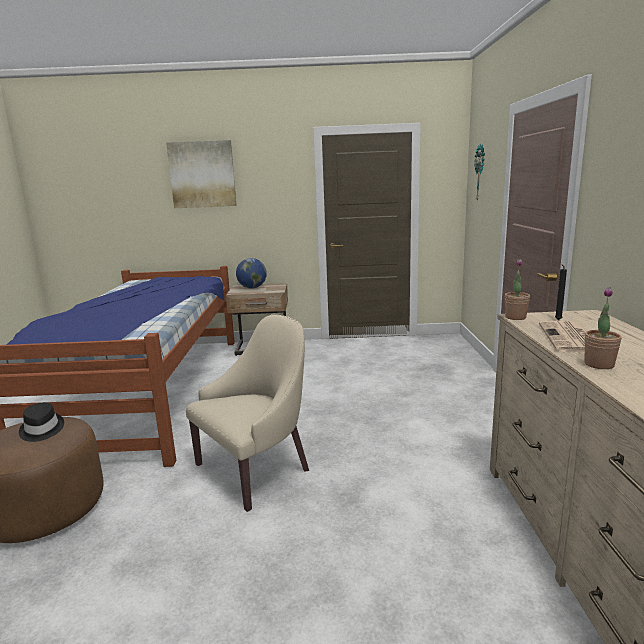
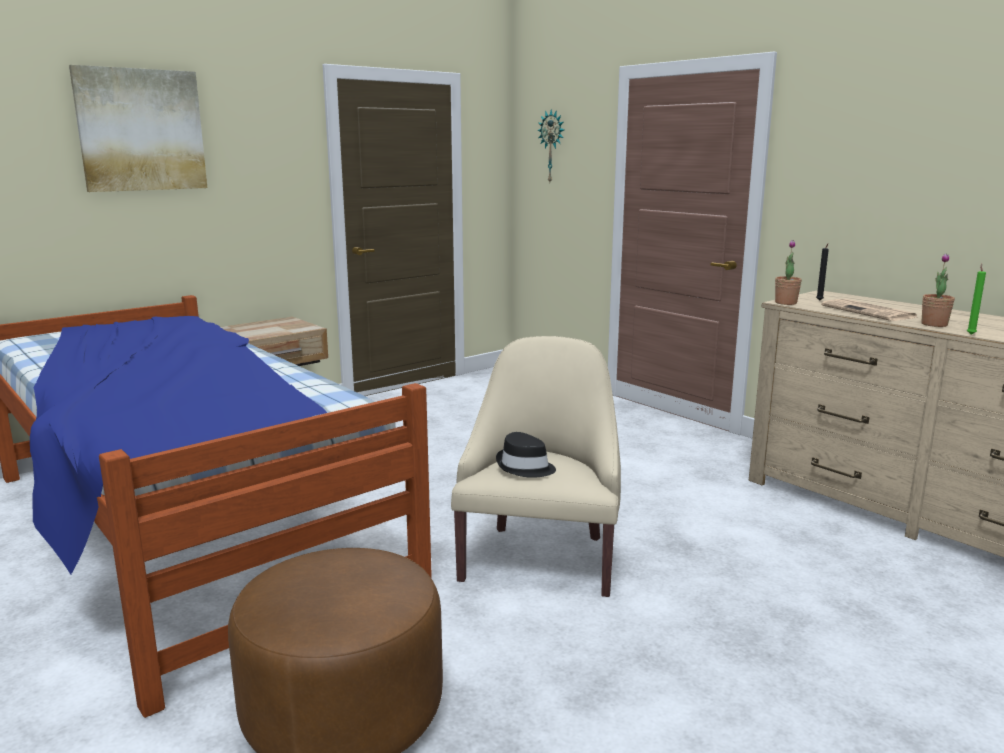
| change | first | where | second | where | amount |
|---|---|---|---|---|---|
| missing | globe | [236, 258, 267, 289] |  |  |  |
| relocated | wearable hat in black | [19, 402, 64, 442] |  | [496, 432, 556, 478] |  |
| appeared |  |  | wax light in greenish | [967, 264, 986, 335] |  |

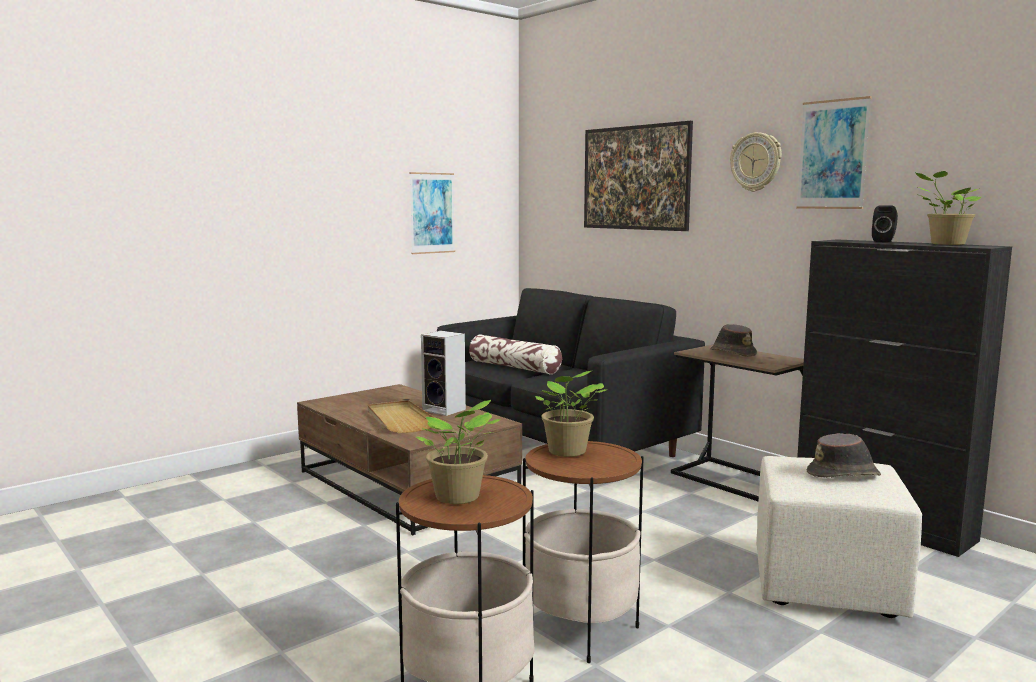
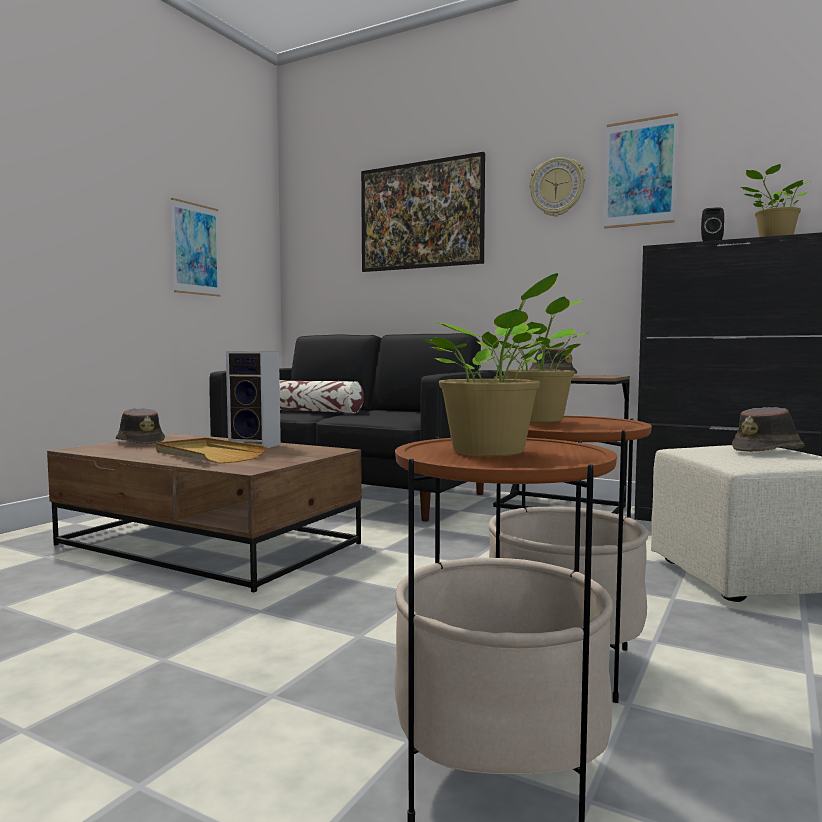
| change | first | where | second | where | amount |
|---|---|---|---|---|---|
| appeared |  |  | wearable hat in brownish | [116, 408, 165, 445] |  |

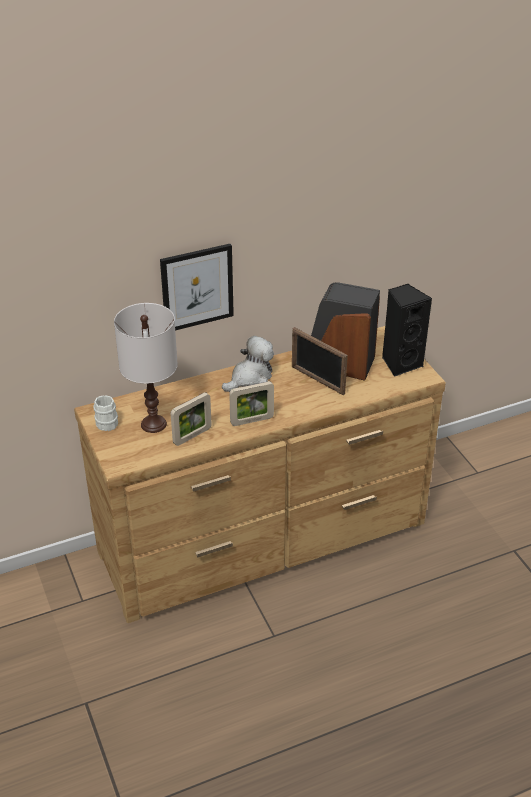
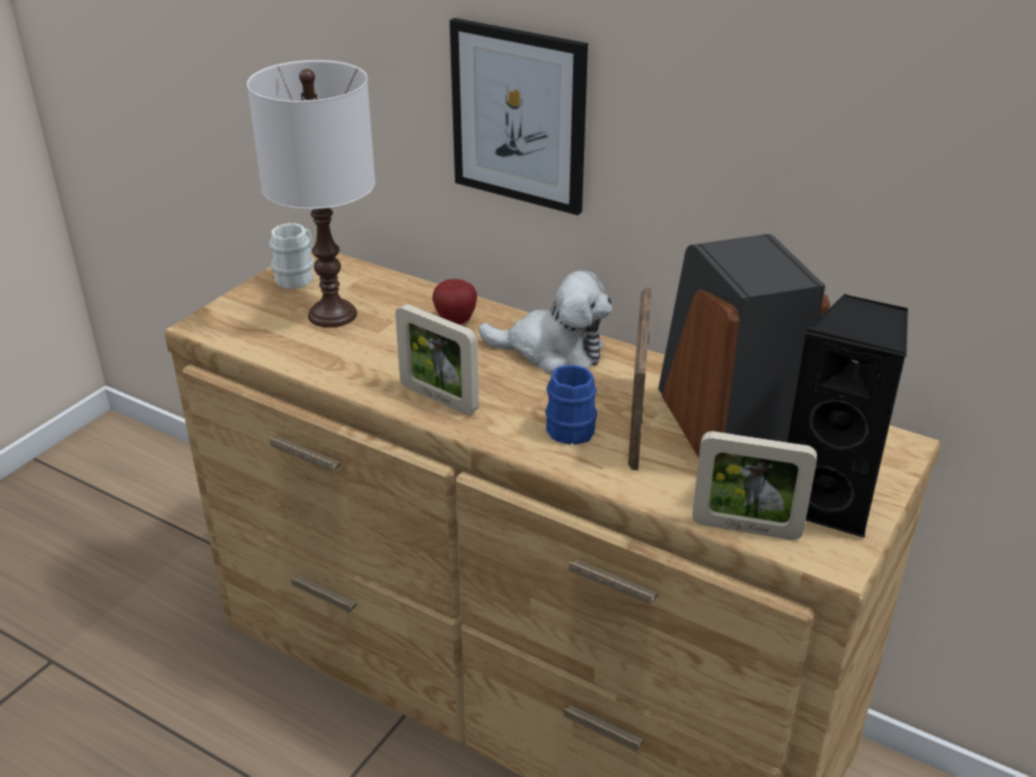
| change | first | where | second | where | amount |
|---|---|---|---|---|---|
| relocated | standing frame | [171, 392, 212, 446] |  | [692, 431, 817, 540] |  |
| appeared |  |  | whole apple | [432, 279, 477, 325] |  |
| appeared |  |  | mug in bluish | [546, 365, 597, 445] |  |

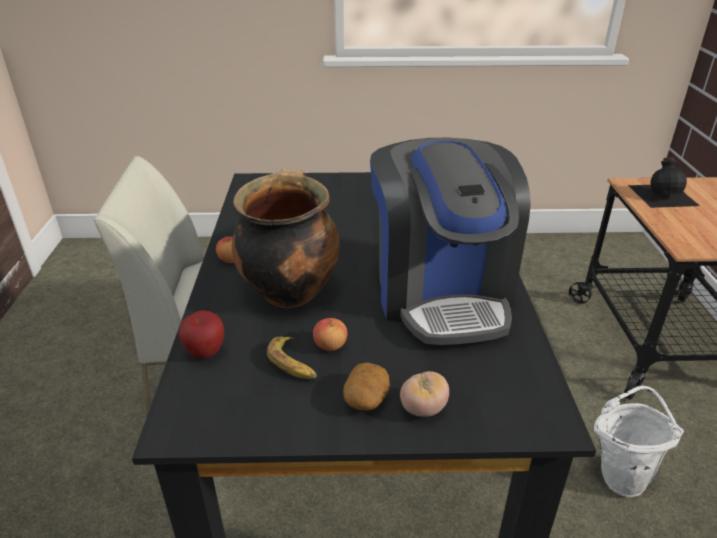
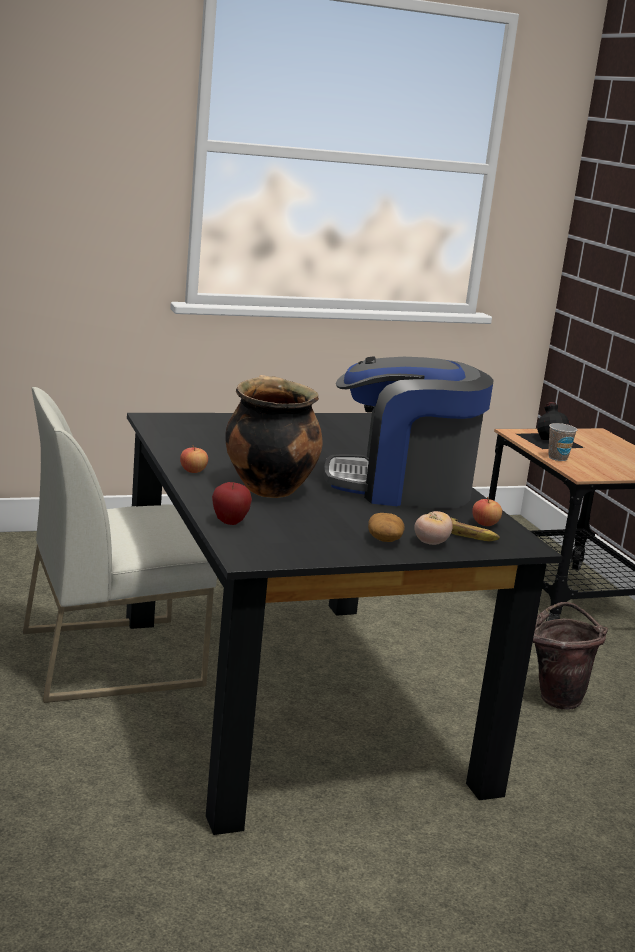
| change | first | where | second | where | amount |
|---|---|---|---|---|---|
| spun | coffee machine | [370, 138, 531, 345] |  | [324, 356, 493, 509] | 120 degrees clockwise |
| relocated | whole apple | [313, 318, 348, 351] |  | [472, 497, 502, 526] |  |
| relocated | banana fruit | [267, 337, 317, 379] |  | [450, 517, 500, 541] |  |
| colour | water bucket in white | [594, 386, 684, 497] | water bucket in brownish | [533, 602, 608, 710] |  |
| appeared |  |  | small cup | [548, 423, 577, 461] |  |

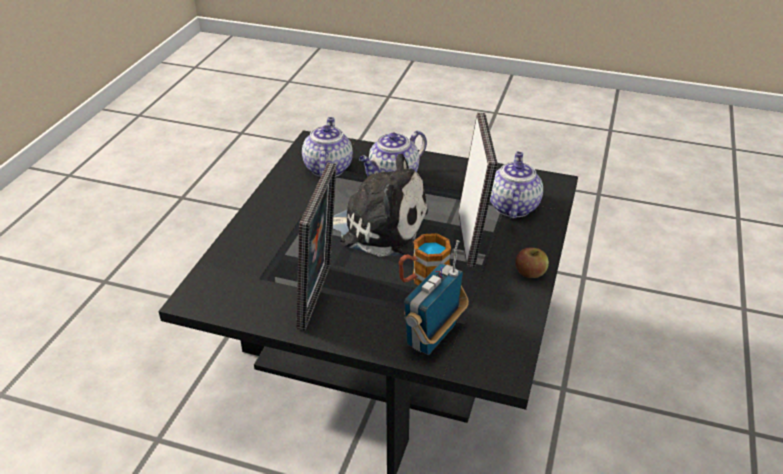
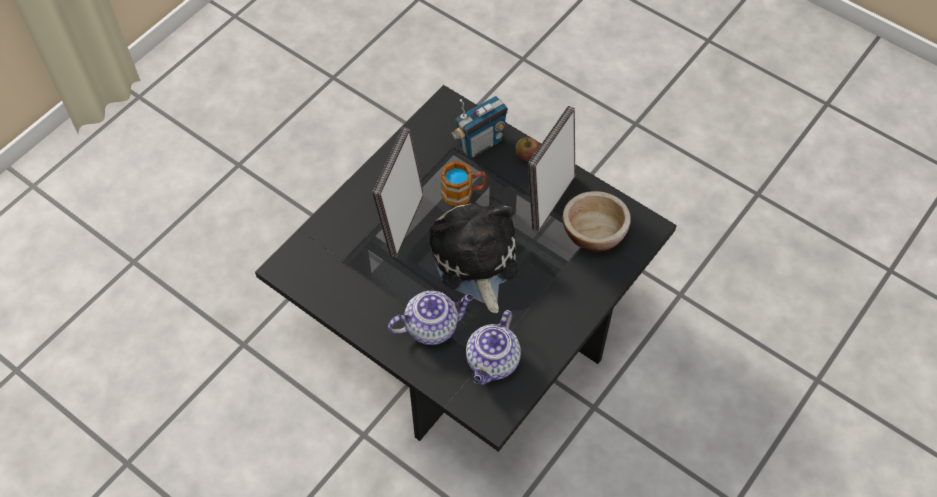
| change | first | where | second | where | amount |
|---|---|---|---|---|---|
| missing | pot for tea | [490, 152, 543, 219] |  |  |  |
| spun | plush toy | [333, 154, 428, 257] |  | [429, 203, 518, 313] | 45 degrees clockwise |
| relocated | whole apple | [515, 247, 549, 278] |  | [515, 137, 540, 162] |  |
| appeared |  |  | bowl | [563, 191, 631, 252] |  |

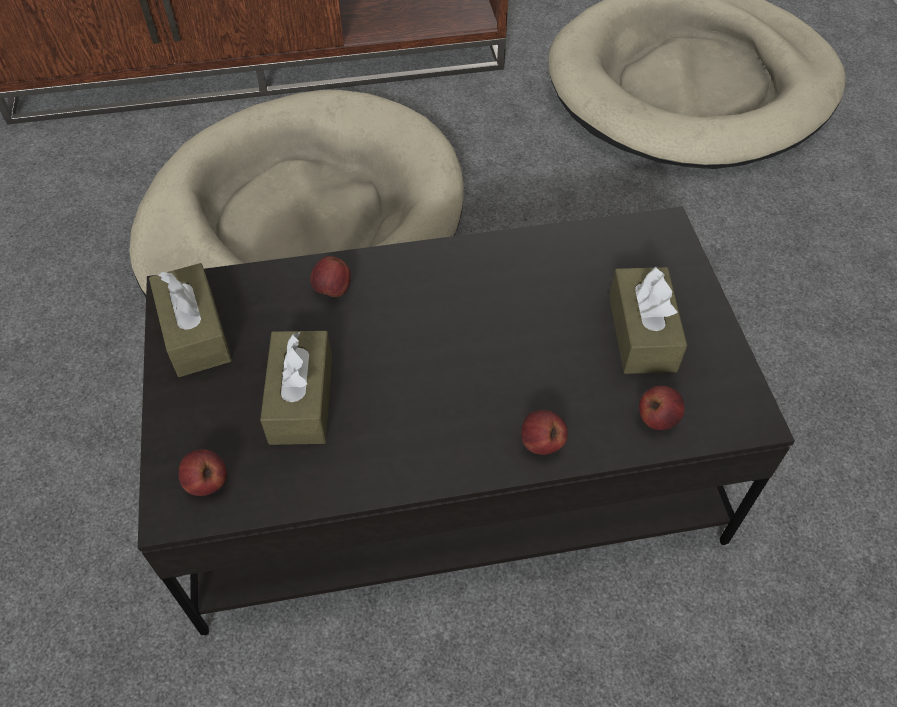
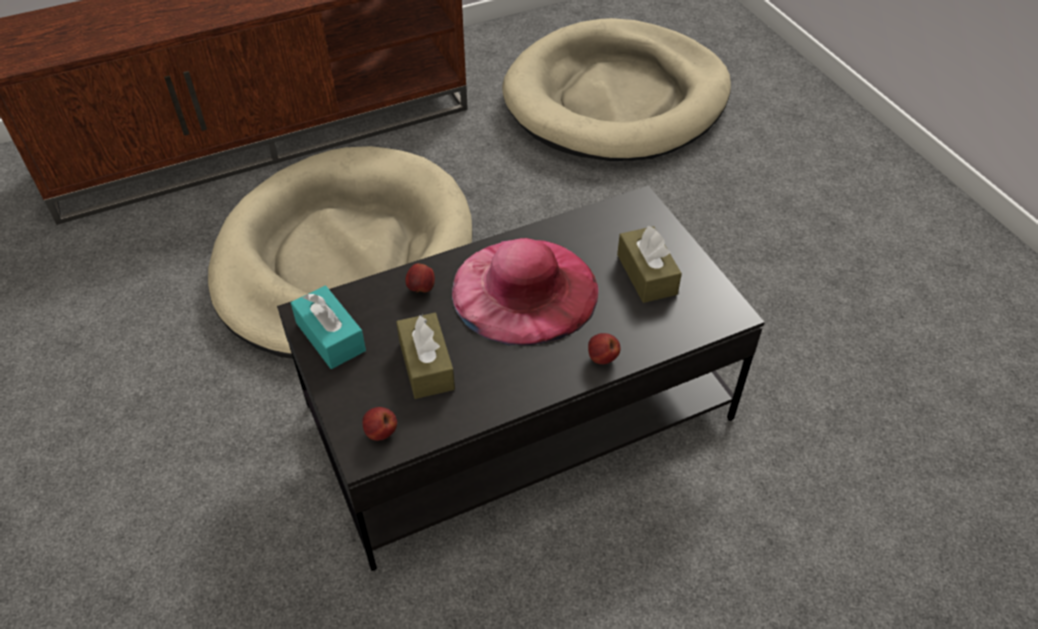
| change | first | where | second | where | amount |
|---|---|---|---|---|---|
| colour | box of tissues in brownish | [149, 263, 232, 377] | box of tissues in turquoise | [291, 286, 366, 369] |  |
| missing | whole apple | [639, 386, 685, 430] |  |  |  |
| appeared |  |  | wearable hat in pinkish | [452, 238, 599, 345] |  |

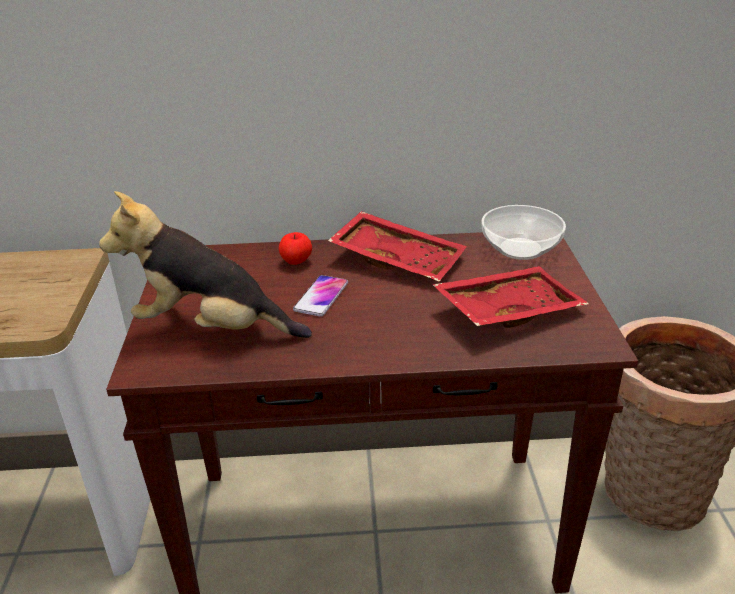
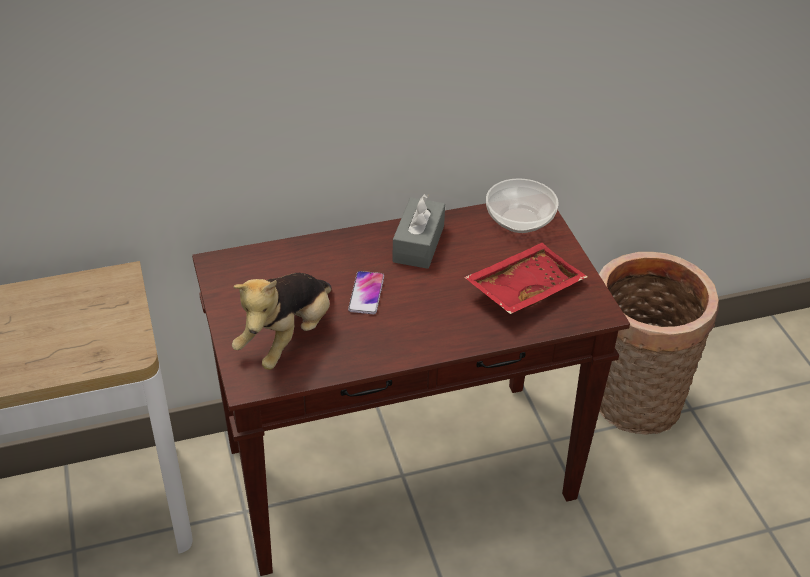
| change | first | where | second | where | amount |
|---|---|---|---|---|---|
| spun | plush toy | [99, 191, 312, 338] |  | [232, 273, 332, 370] | 60 degrees counterclockwise |
| exchanged | tray in red | [328, 211, 467, 282] | box of tissues in gray | [392, 194, 445, 269] |  |
| missing | whole apple | [278, 232, 312, 265] |  |  |  |

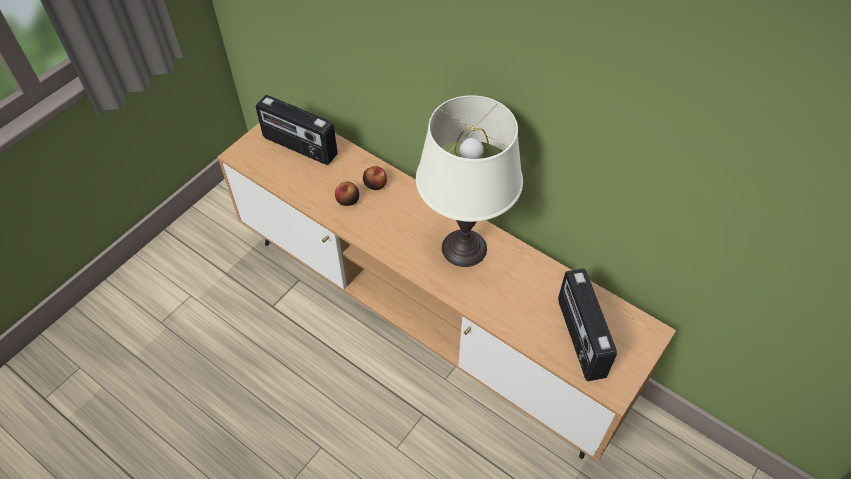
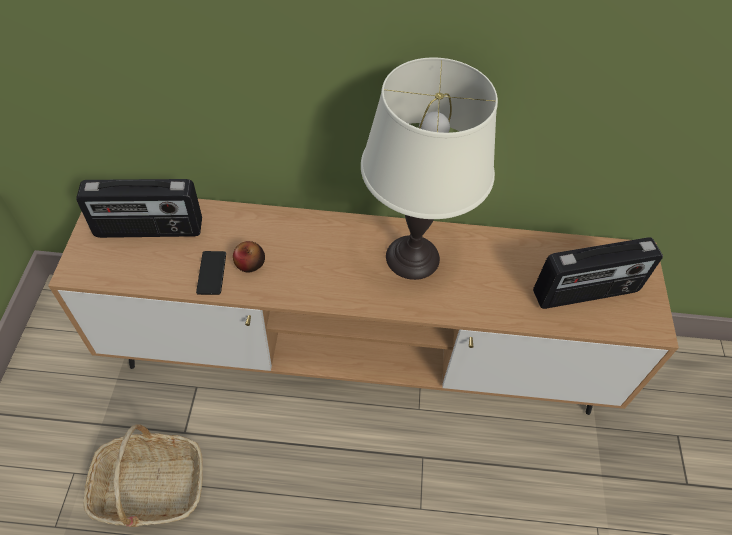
| change | first | where | second | where | amount |
|---|---|---|---|---|---|
| missing | whole apple | [363, 166, 387, 190] |  |  |  |
| spun | radio receiver | [558, 268, 617, 381] |  | [533, 237, 663, 309] | 60 degrees counterclockwise |
| appeared |  |  | telephone | [196, 251, 226, 295] |  |
| appeared |  |  | household basket | [83, 424, 203, 527] |  |

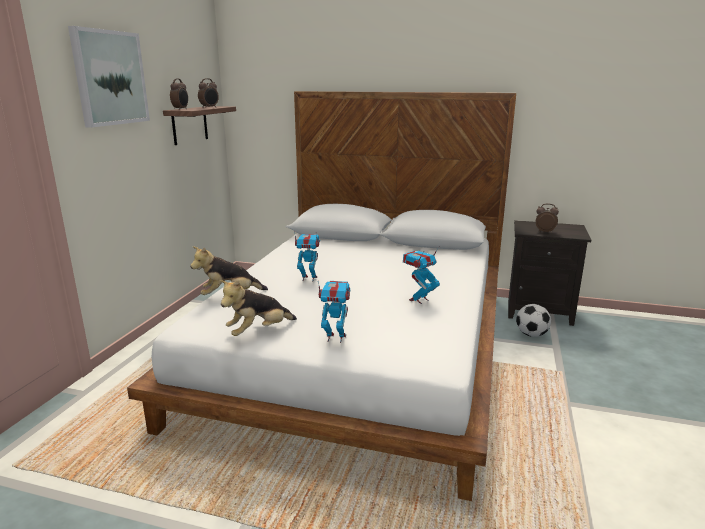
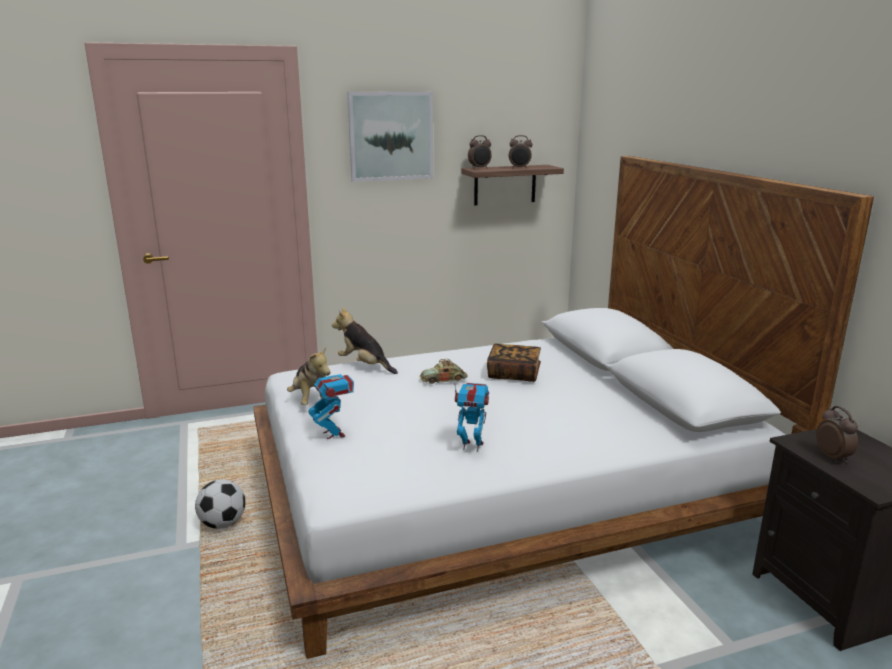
| change | first | where | second | where | amount |
|---|---|---|---|---|---|
| exchanged | robot figure | [294, 231, 320, 282] | toy car | [420, 359, 468, 384] |  |
| spun | plush toy | [219, 280, 297, 336] |  | [287, 347, 330, 405] | 135 degrees counterclockwise |
| relocated | ball for football | [516, 304, 551, 337] |  | [195, 480, 245, 529] |  |
| appeared |  |  | volume | [487, 343, 541, 382] |  |

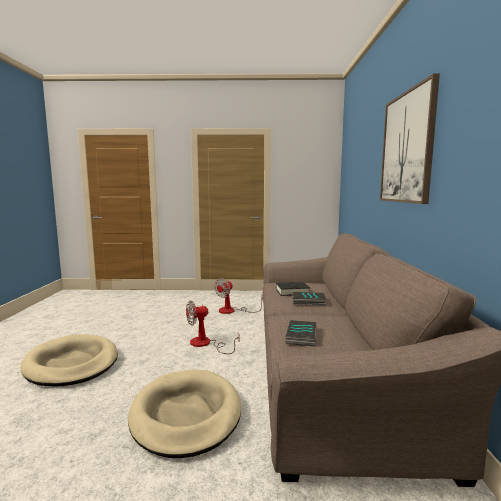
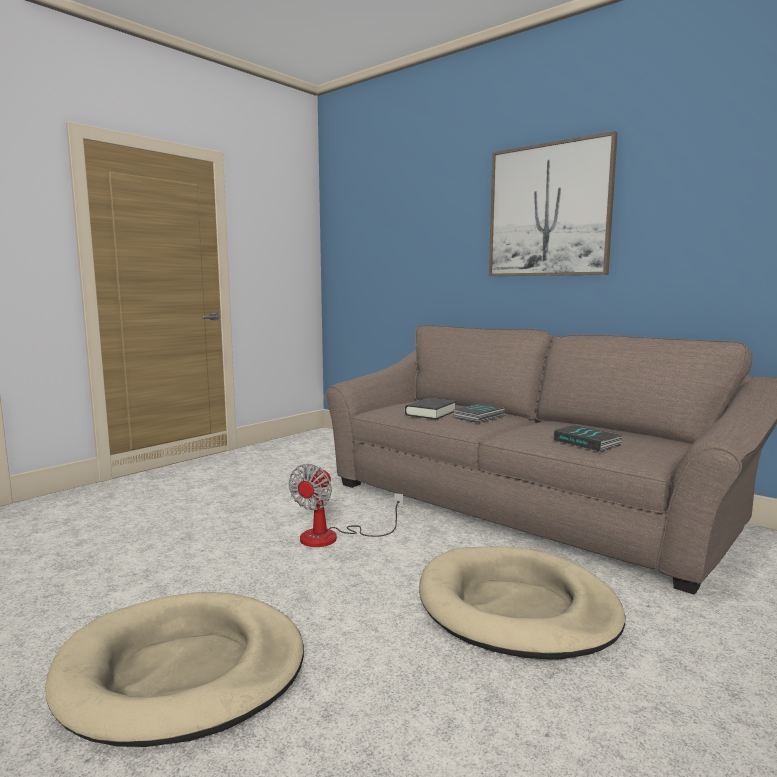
| change | first | where | second | where | amount |
|---|---|---|---|---|---|
| missing | fan | [214, 278, 263, 314] |  |  |  |

